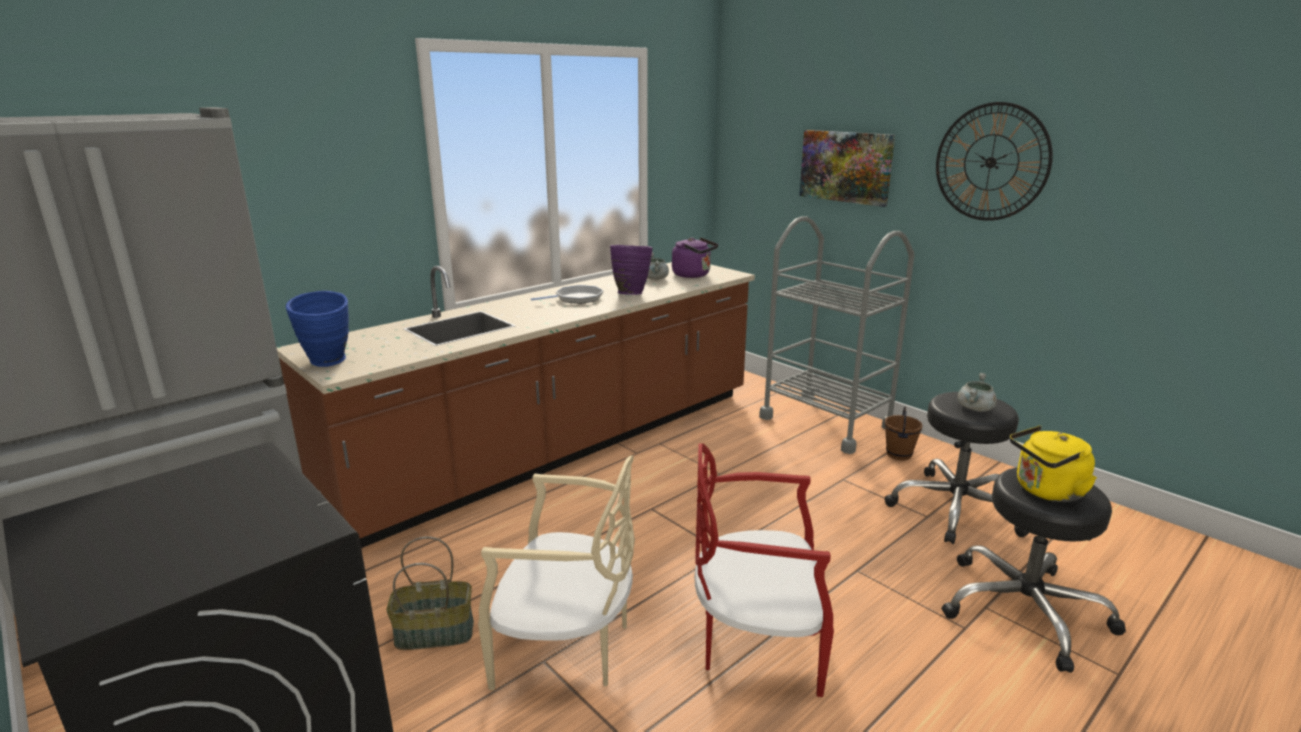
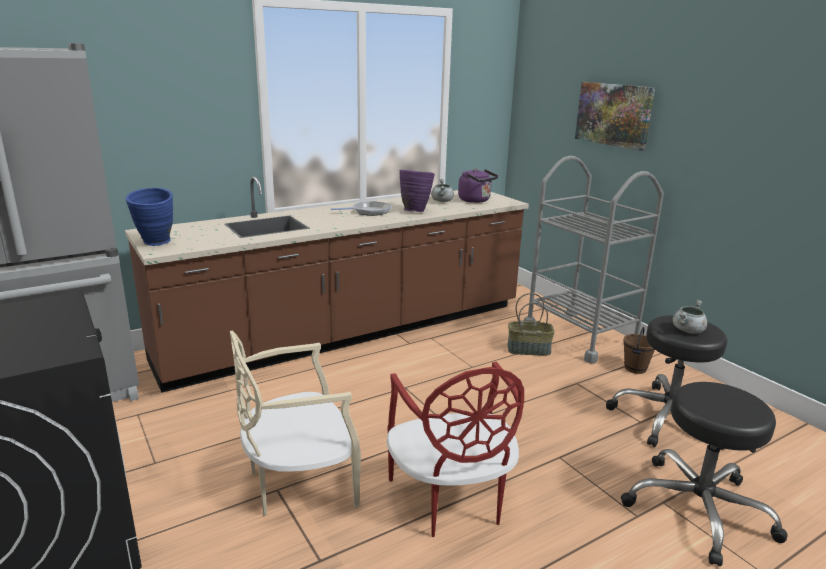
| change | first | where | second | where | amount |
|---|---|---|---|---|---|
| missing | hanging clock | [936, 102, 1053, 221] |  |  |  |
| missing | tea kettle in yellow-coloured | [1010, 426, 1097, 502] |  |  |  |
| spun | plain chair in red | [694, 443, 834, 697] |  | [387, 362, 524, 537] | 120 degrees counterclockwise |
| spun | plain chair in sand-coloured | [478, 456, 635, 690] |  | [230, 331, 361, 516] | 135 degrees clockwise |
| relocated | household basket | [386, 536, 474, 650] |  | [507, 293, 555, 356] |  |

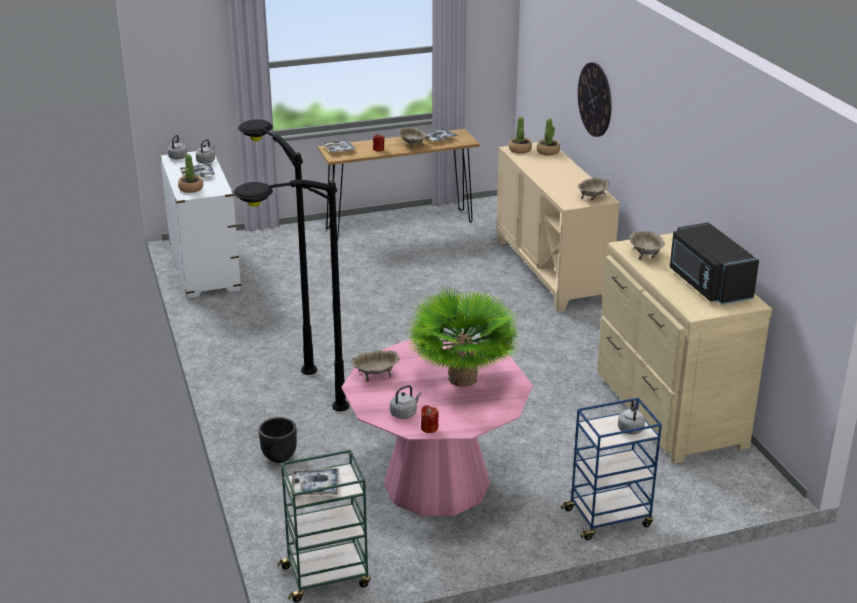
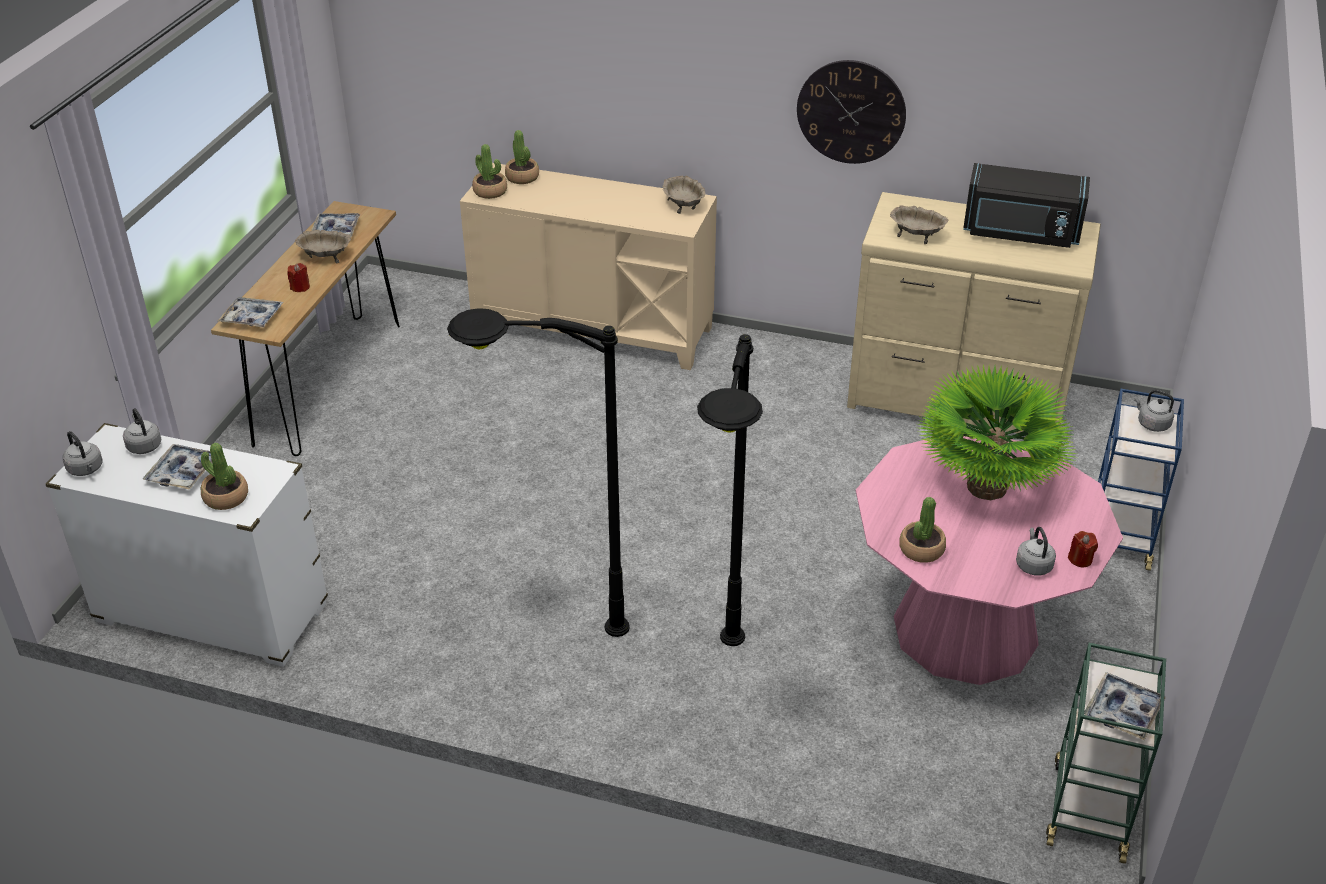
| change | first | where | second | where | amount |
|---|---|---|---|---|---|
| relocated | hanging clock | [578, 62, 611, 137] |  | [797, 60, 906, 164] |  |
| exchanged | bowl in sand-coloured | [351, 350, 400, 382] | plant in a pot | [899, 497, 946, 563] |  |
| missing | planter in black | [259, 417, 297, 463] |  |  |  |

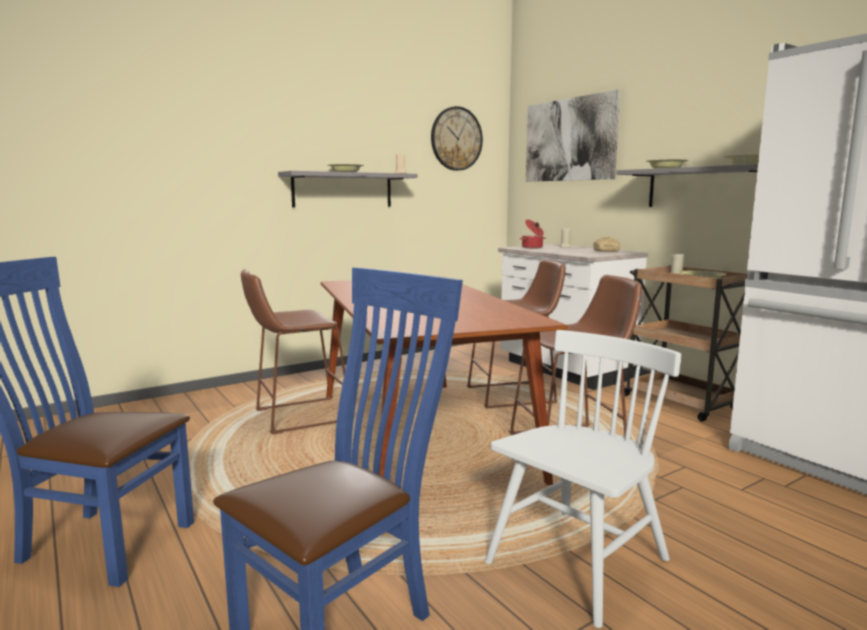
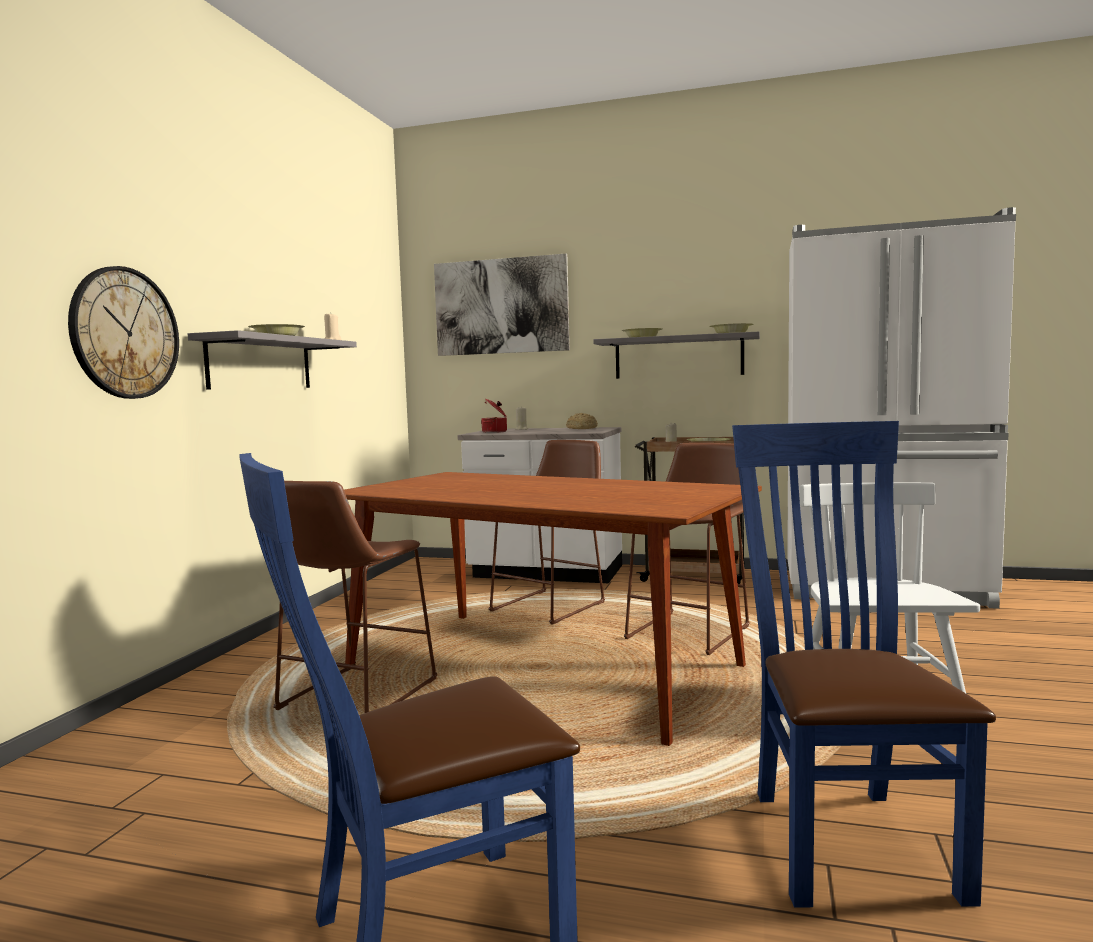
| change | first | where | second | where | amount |
|---|---|---|---|---|---|
| relocated | hanging clock | [431, 106, 483, 171] |  | [68, 266, 179, 399] |  |

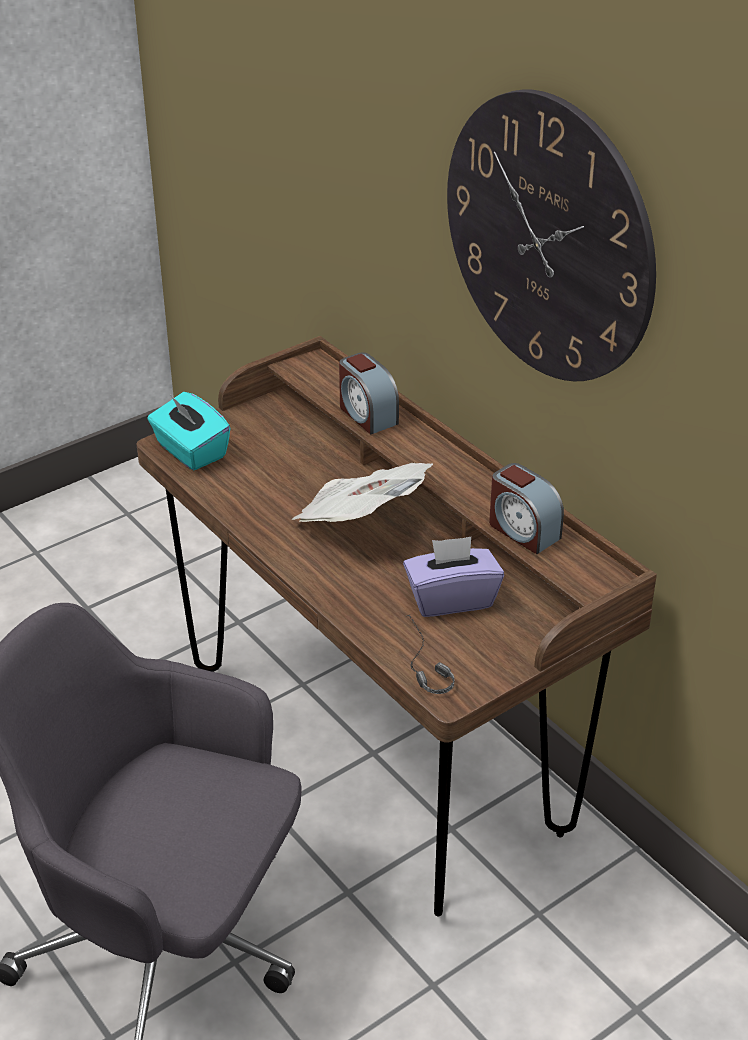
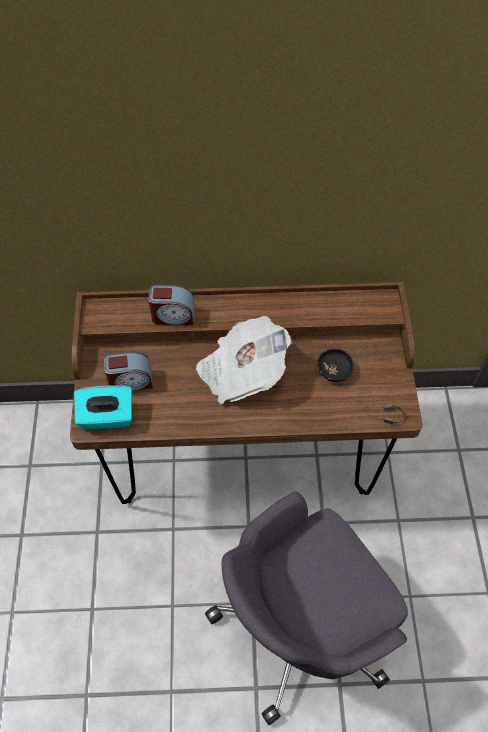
| change | first | where | second | where | amount |
|---|---|---|---|---|---|
| missing | hanging clock | [447, 90, 656, 381] |  |  |  |
| relocated | alarm clock | [489, 463, 564, 554] |  | [104, 351, 153, 391] |  |
| exchanged | box of tissues in purple-coloured | [403, 537, 504, 617] | bowl in black | [317, 349, 354, 382] |  |

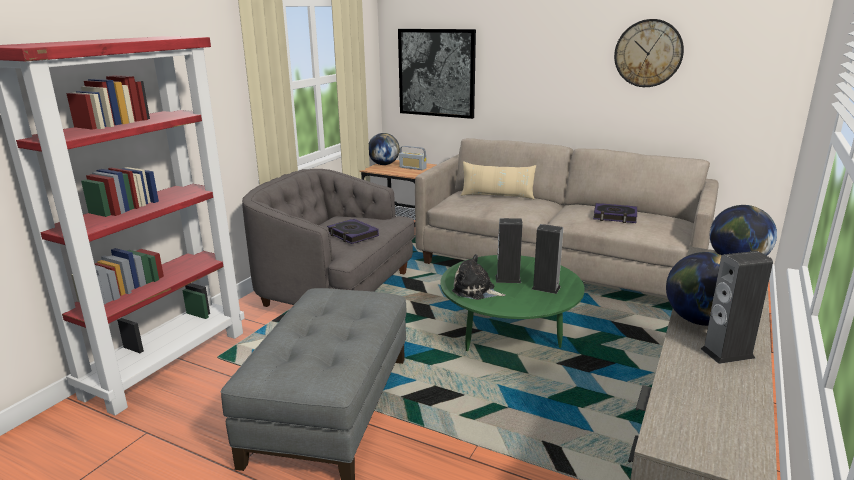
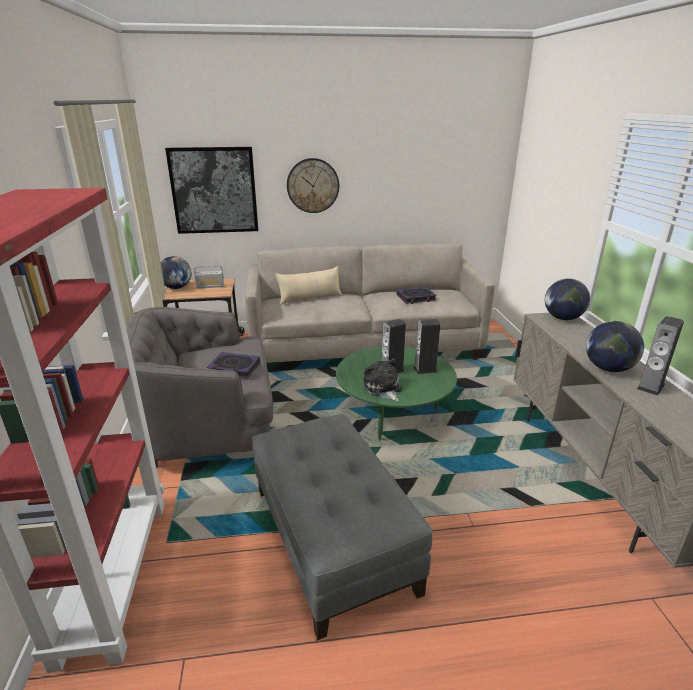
| change | first | where | second | where | amount |
|---|---|---|---|---|---|
| relocated | hanging clock | [614, 19, 684, 87] |  | [287, 158, 339, 213] |  |
| spun | plush toy | [452, 254, 505, 300] |  | [363, 359, 402, 401] | 75 degrees clockwise |

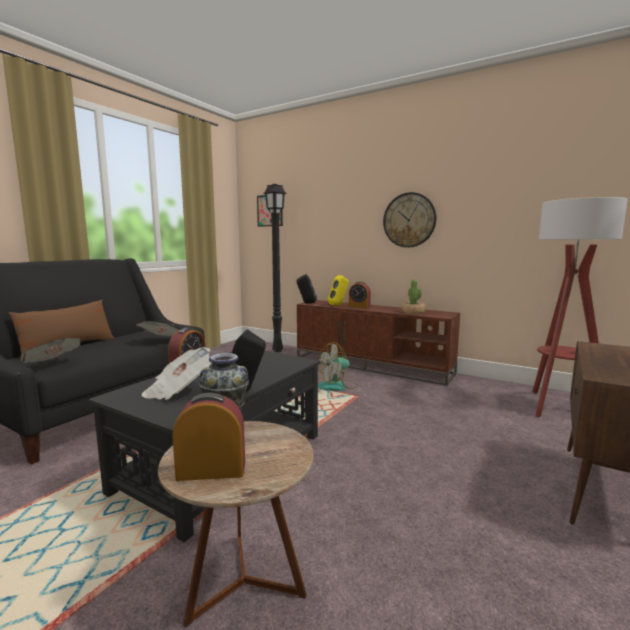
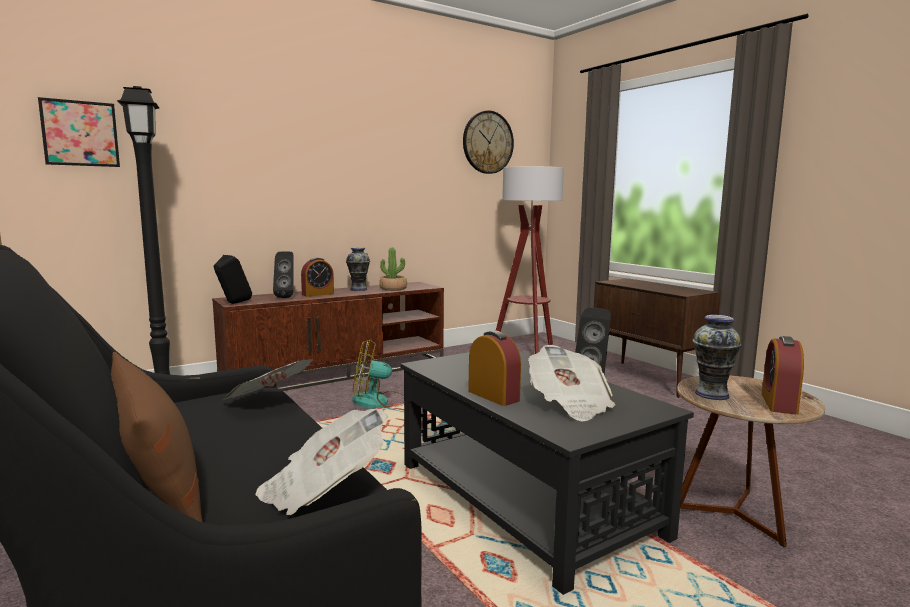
| change | first | where | second | where | amount |
|---|---|---|---|---|---|
| relocated | hanging clock | [383, 192, 436, 248] |  | [463, 111, 514, 174] |  |
| colour | audio speaker in yellow-coloured | [328, 275, 349, 306] | audio speaker in black | [273, 251, 294, 298] |  |
| spun | fan | [318, 342, 358, 392] |  | [352, 339, 404, 409] | 90 degrees clockwise |
| appeared |  |  | vase | [346, 247, 370, 291] |  |

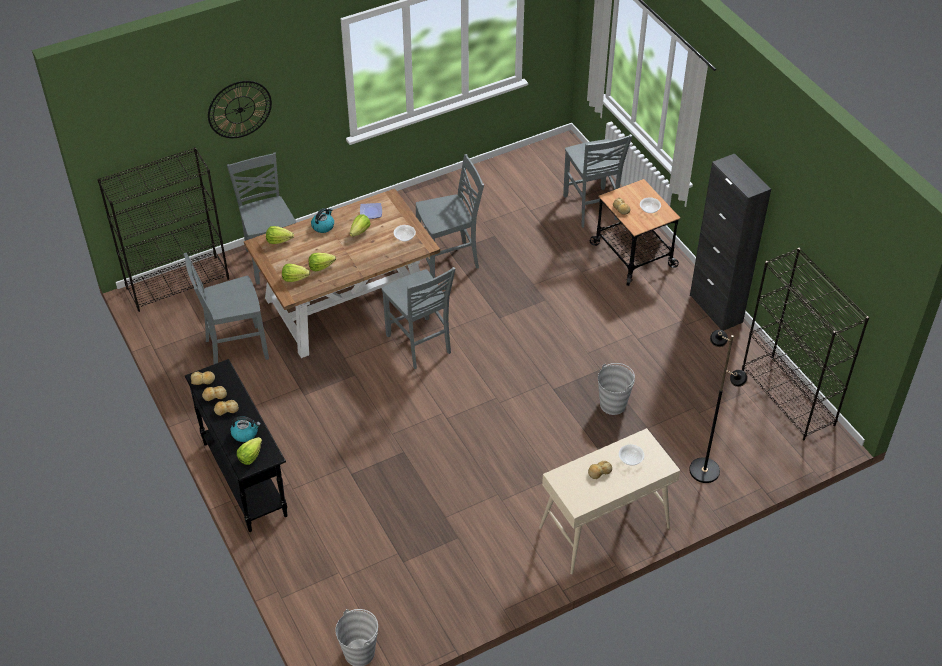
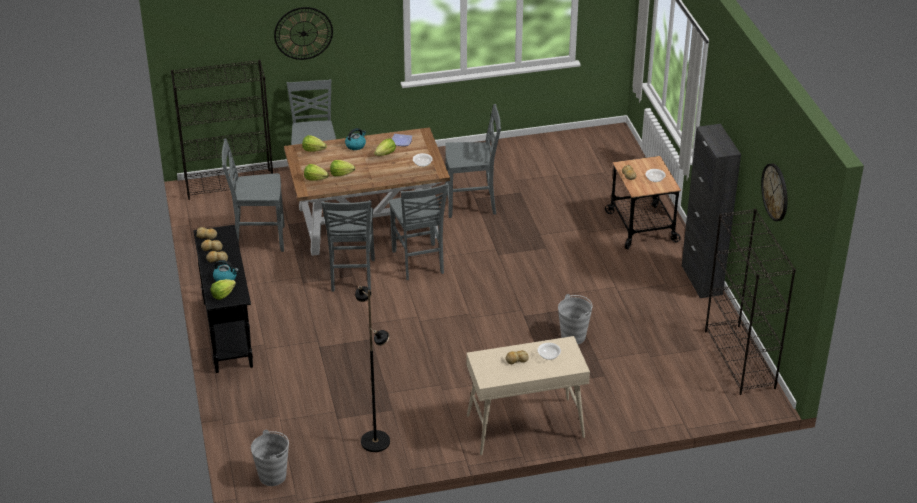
| change | first | where | second | where | amount |
|---|---|---|---|---|---|
| relocated | plain chair in gray | [563, 134, 632, 228] |  | [321, 200, 375, 292] |  |
| relocated | standing lamp in black | [689, 330, 748, 483] |  | [355, 286, 390, 452] |  |
| appeared |  |  | hanging clock | [761, 163, 788, 221] |  |

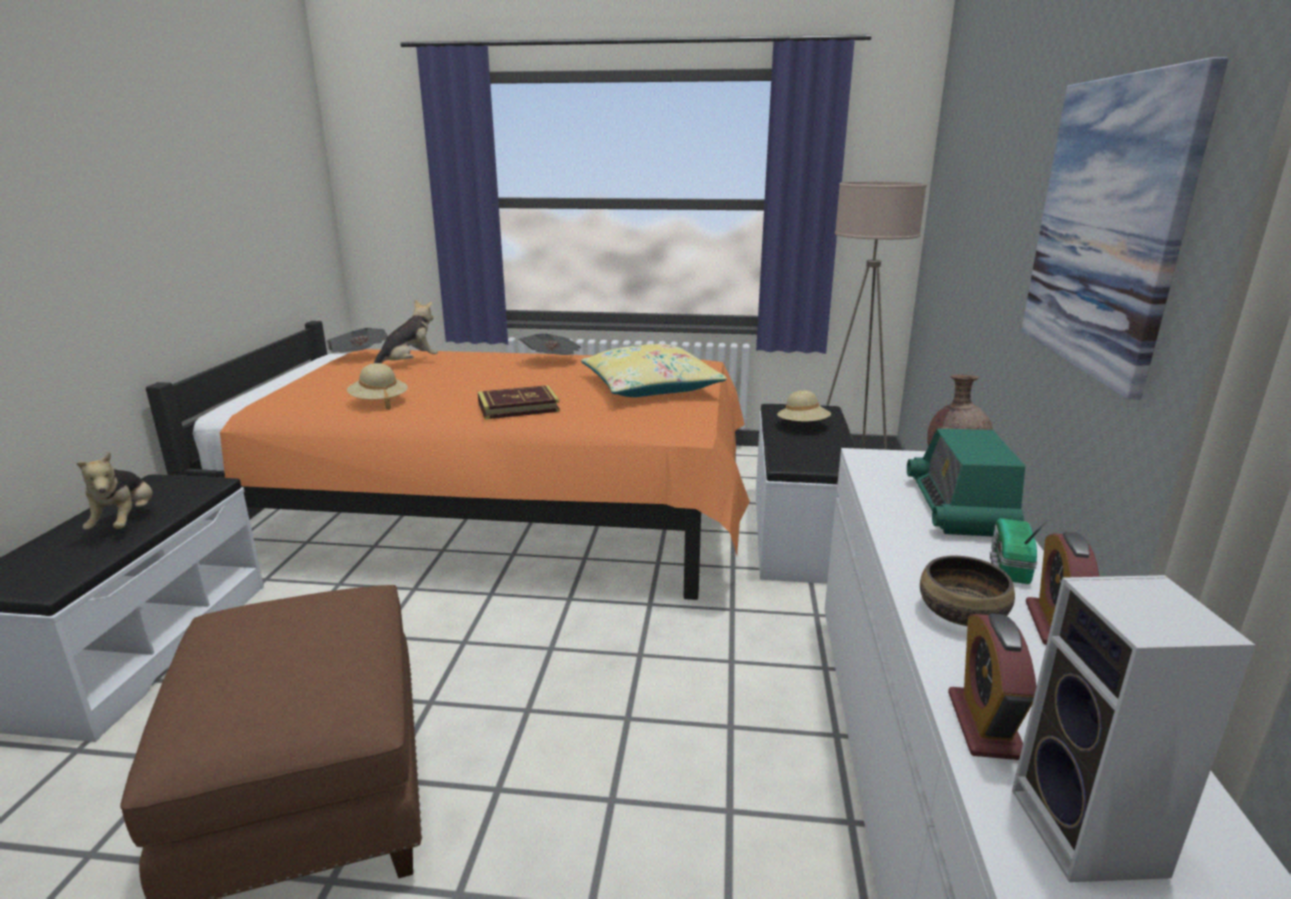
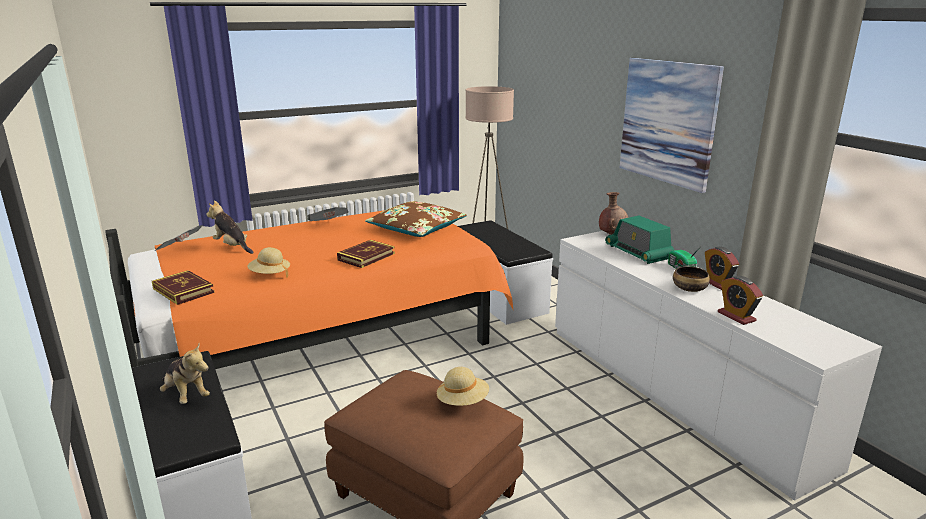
| change | first | where | second | where | amount |
|---|---|---|---|---|---|
| spun | plush toy | [374, 300, 438, 363] |  | [206, 200, 254, 254] | 60 degrees counterclockwise |
| colour | cushion in yellow-coloured | [581, 344, 727, 397] | cushion in brownish | [365, 201, 467, 237] |  |
| relocated | wearable hat in sand-coloured | [777, 390, 831, 421] |  | [437, 367, 489, 406] |  |
| missing | audio speaker | [1012, 575, 1255, 882] |  |  |  |
| appeared |  |  | volume | [152, 270, 214, 305] |  |

